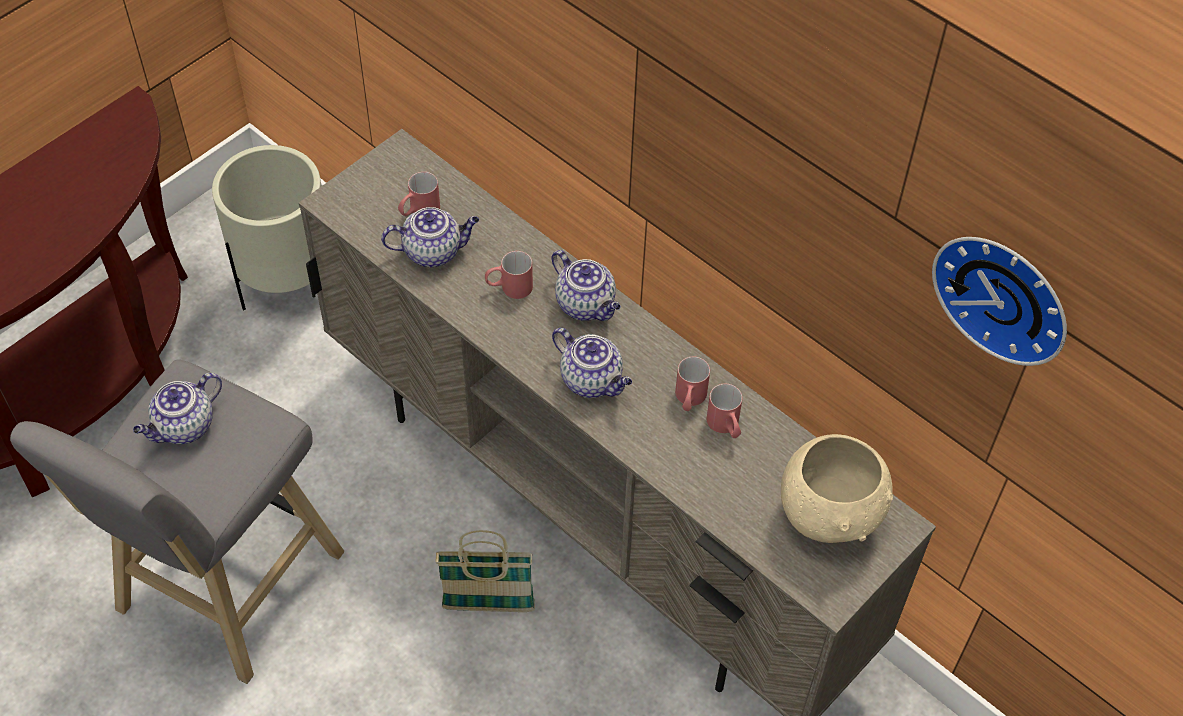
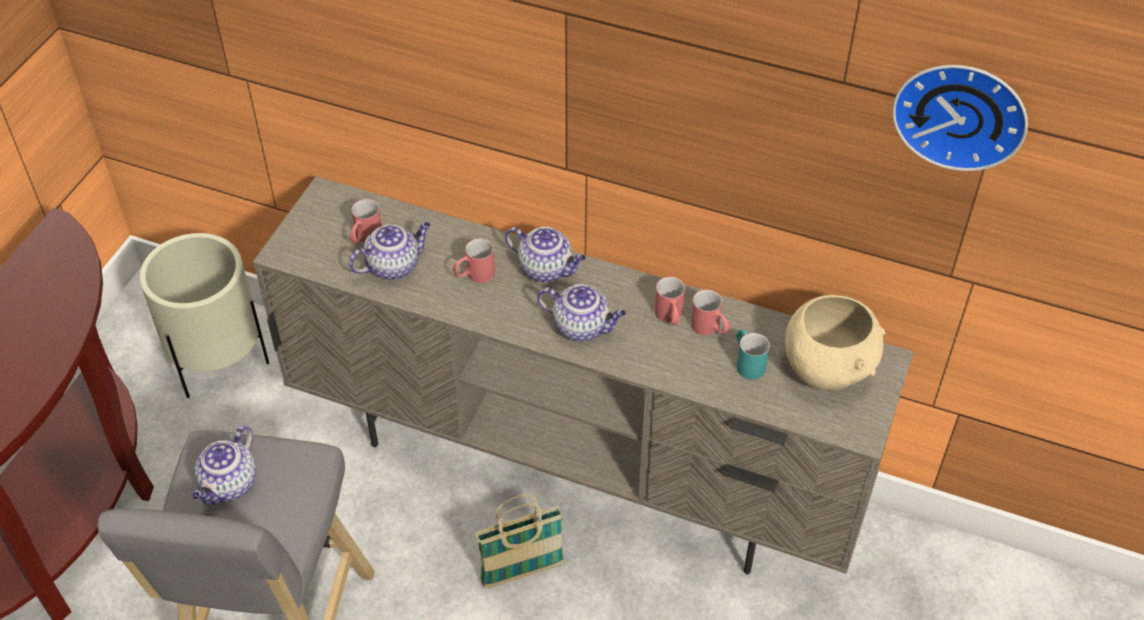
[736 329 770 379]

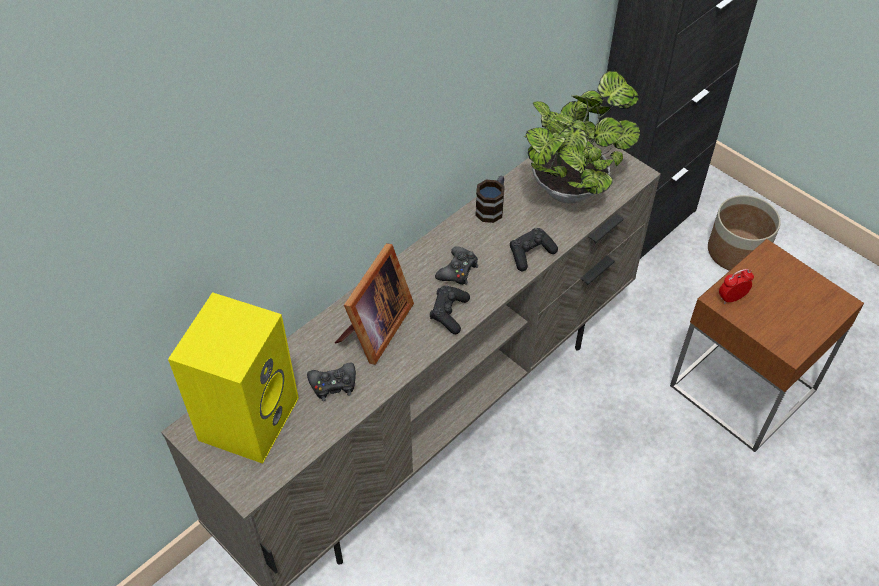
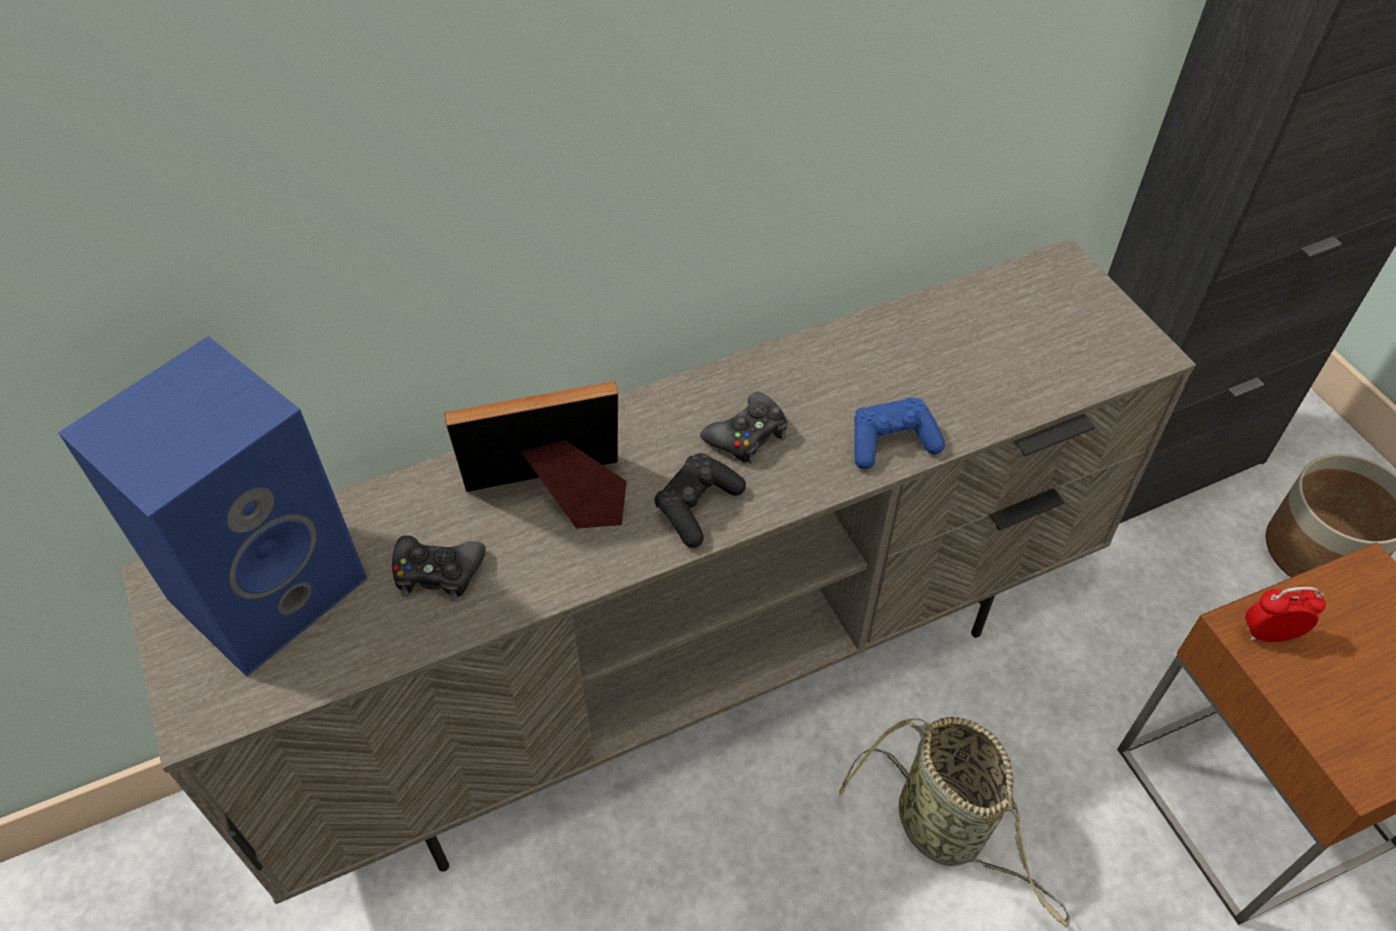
[58 336 368 677]
[444 381 626 529]
[475 176 505 223] (first image)
[854 397 945 469]
[524 71 640 203] (first image)
[839 717 1070 928]

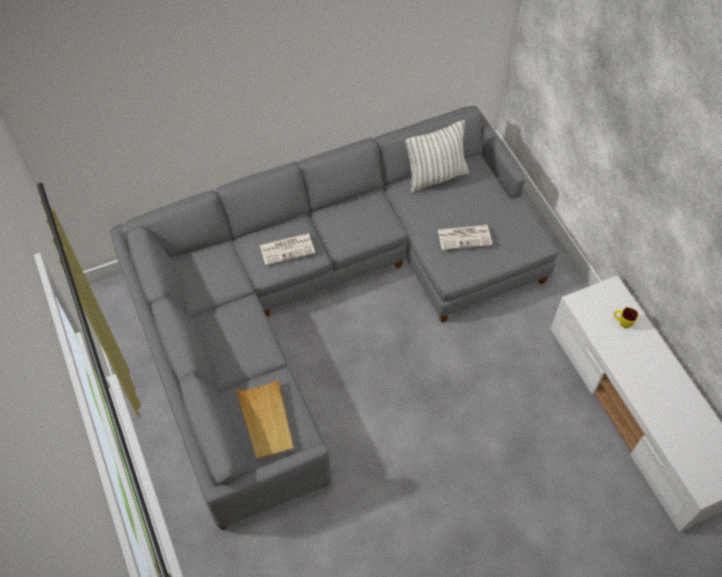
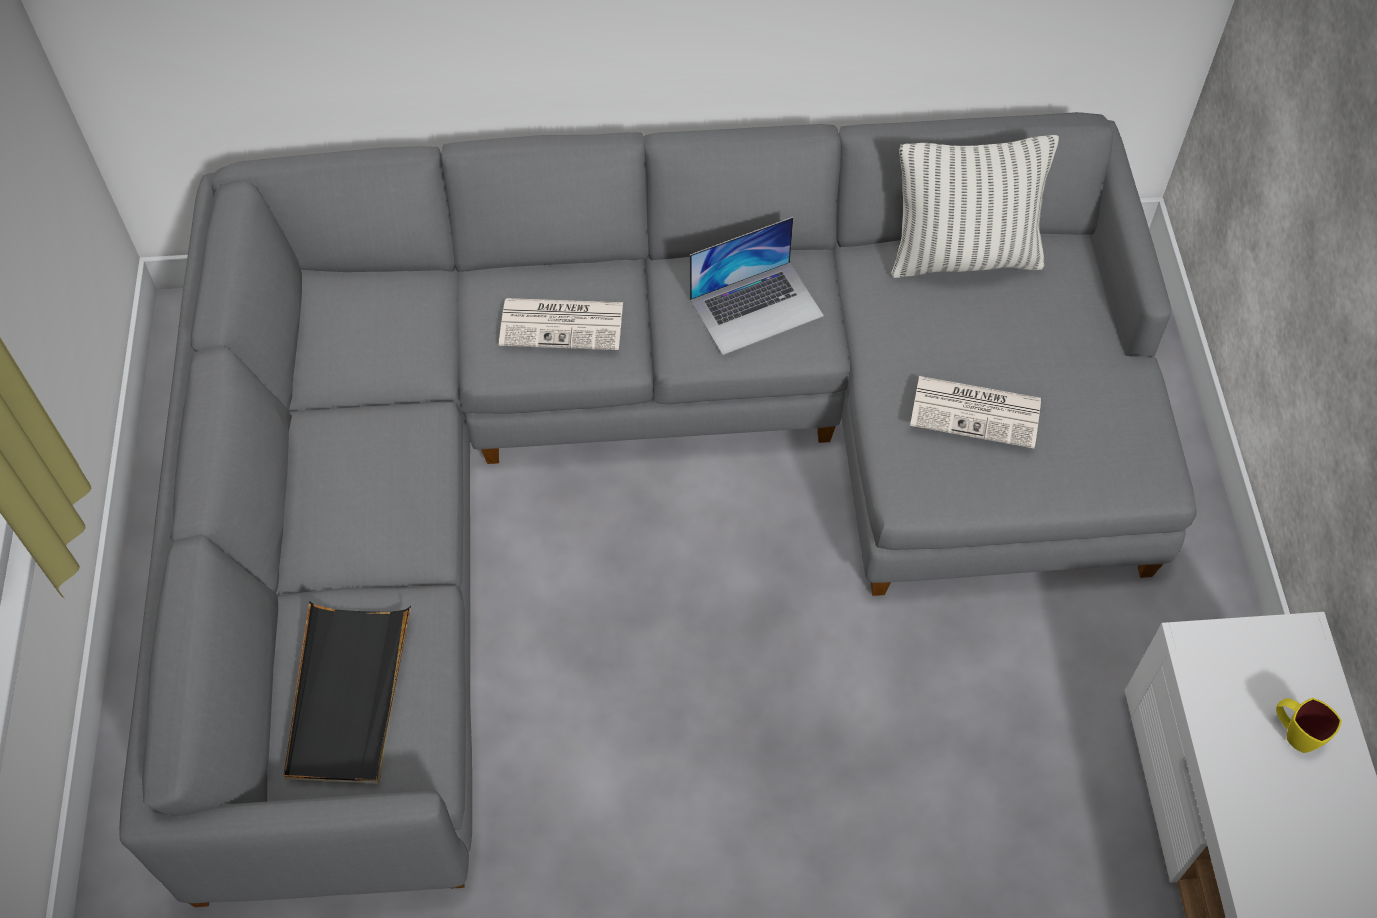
[284 601 411 784]
[690 217 824 355]

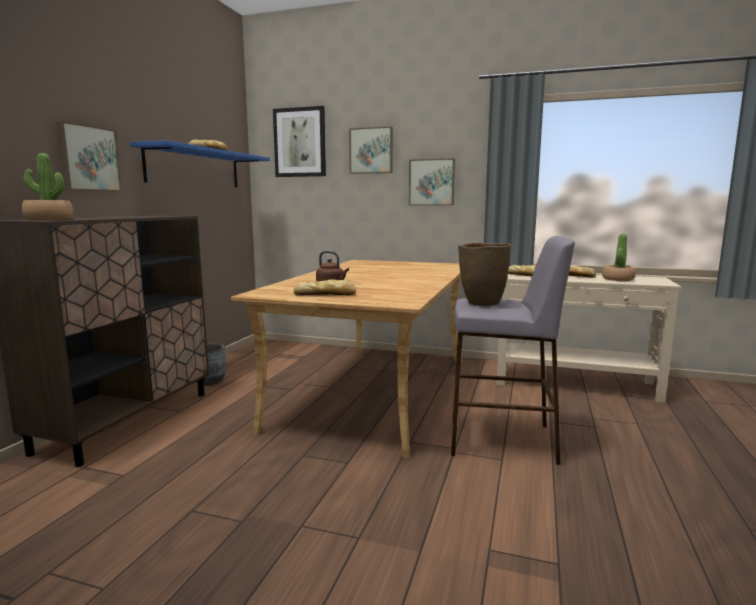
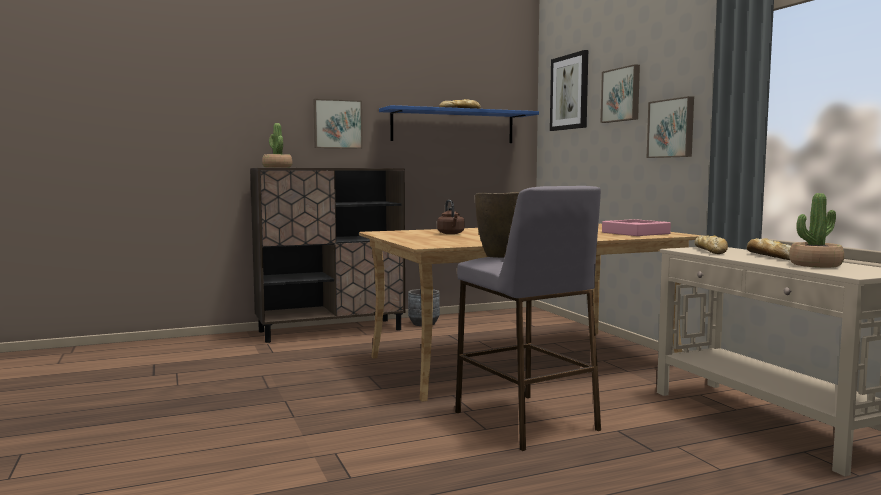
[294 279 356 295] (first image)
[602 219 671 236]

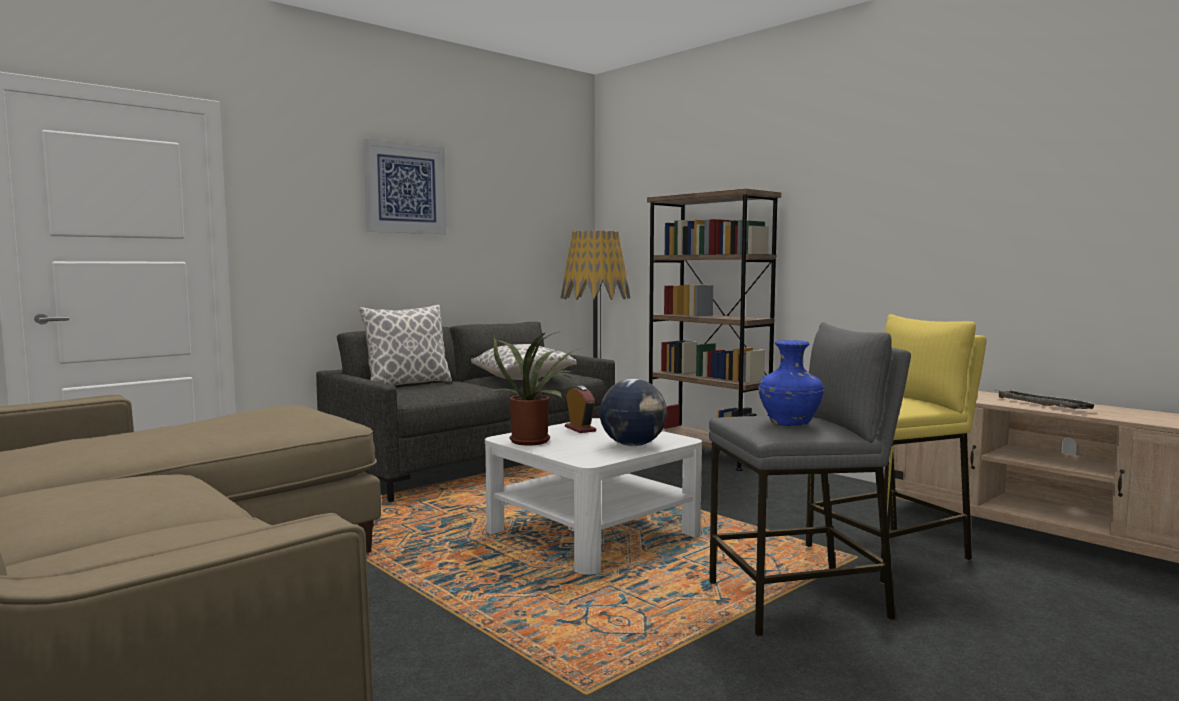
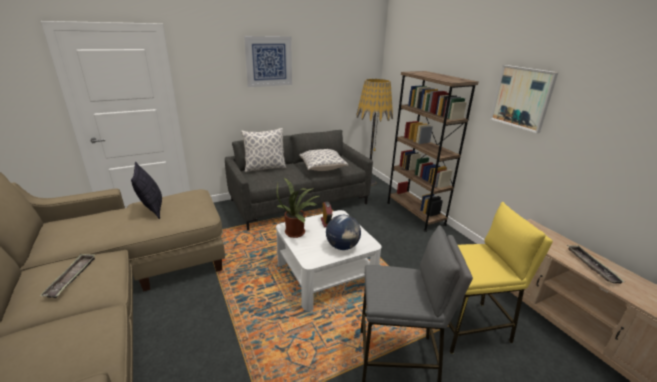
[758 340 824 426] (first image)
[40 254 96 298]
[131 162 162 219]
[490 65 558 133]

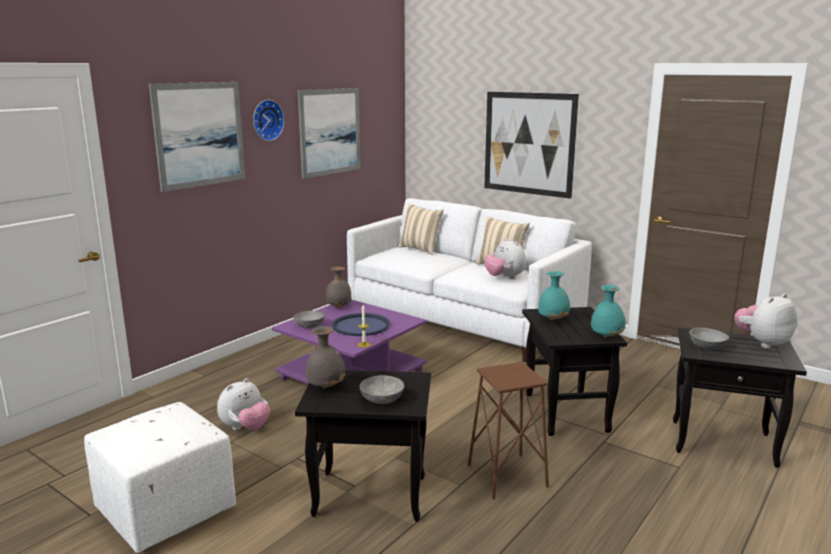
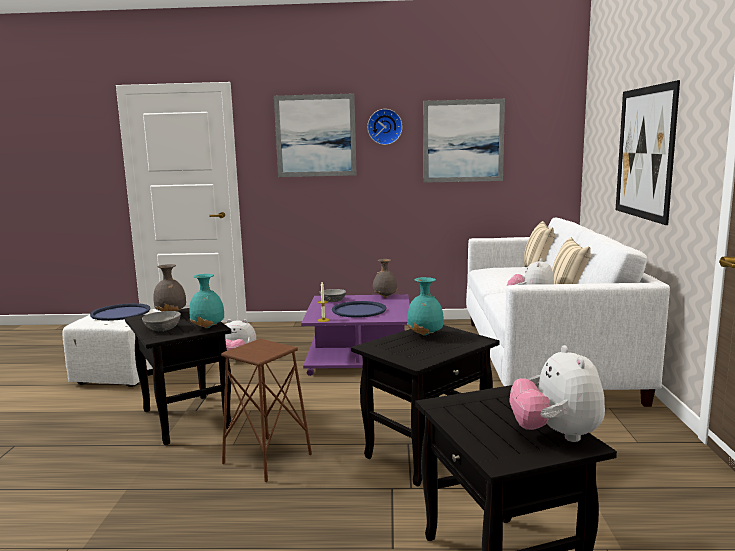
[189 274 224 328]
[690 327 729 350] (first image)
[509 345 605 442]
[90 303 151 321]

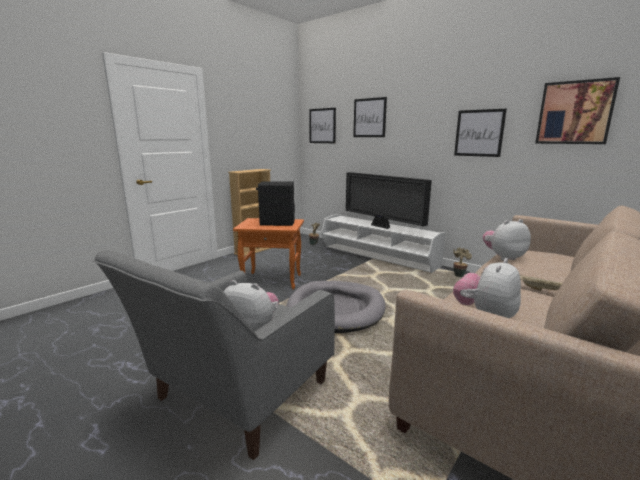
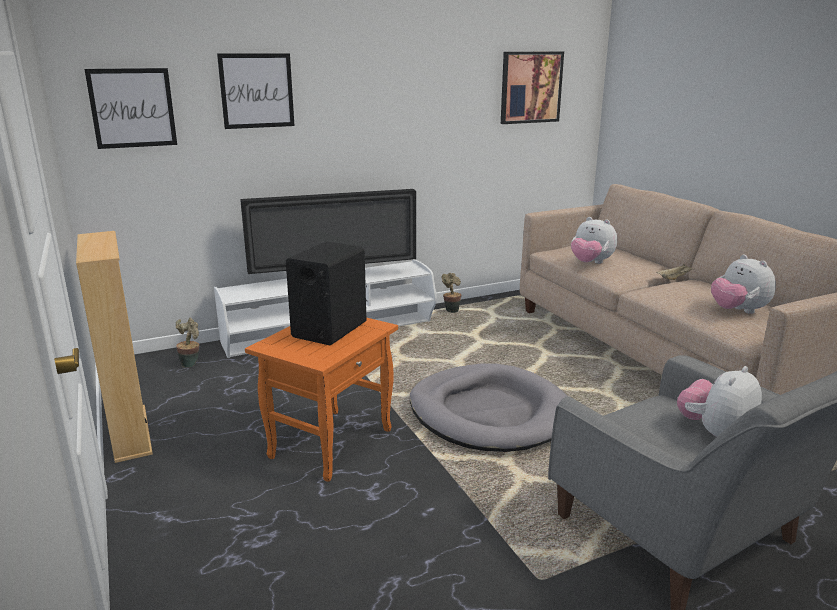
[454 109 507 157] (first image)
[571 217 617 264]

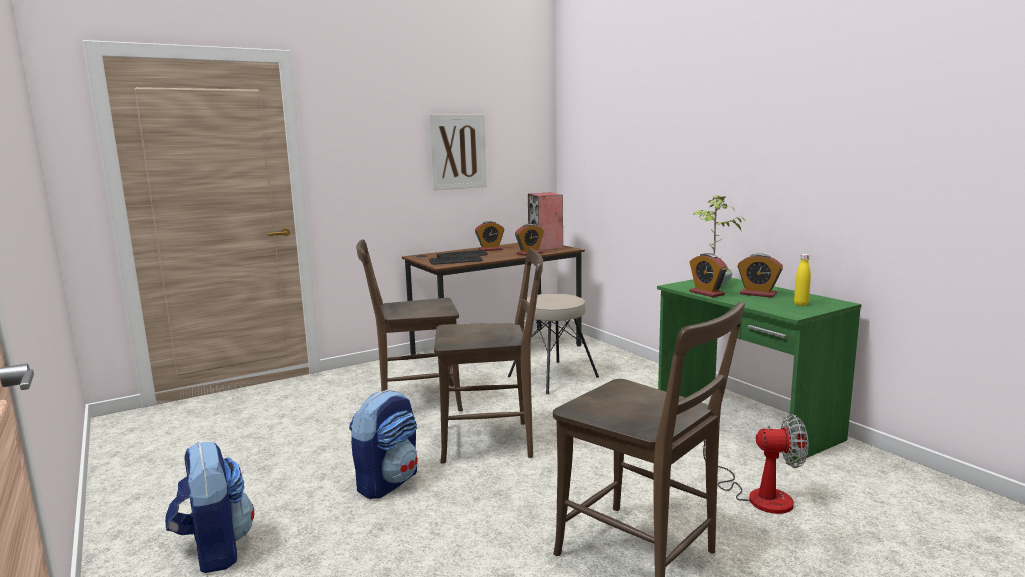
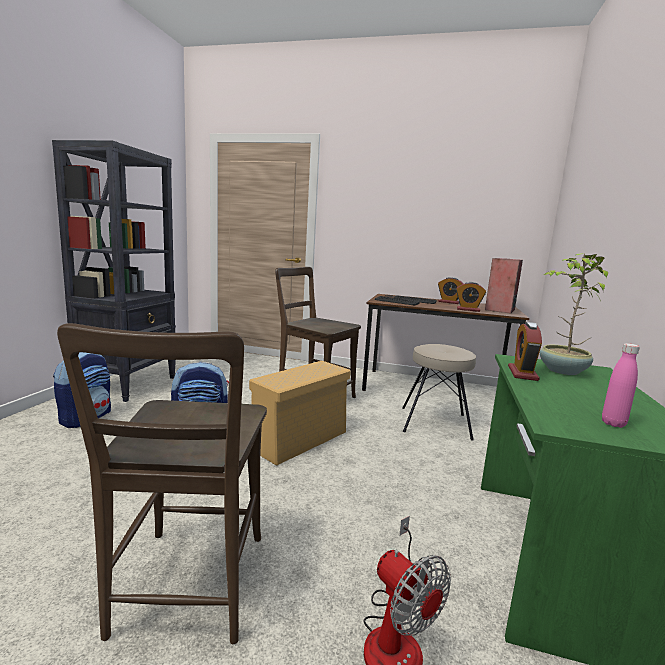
[429 114 487 190] (first image)
[249 361 351 466]
[737 253 783 298] (first image)
[602 343 640 428]
[52 140 176 402]

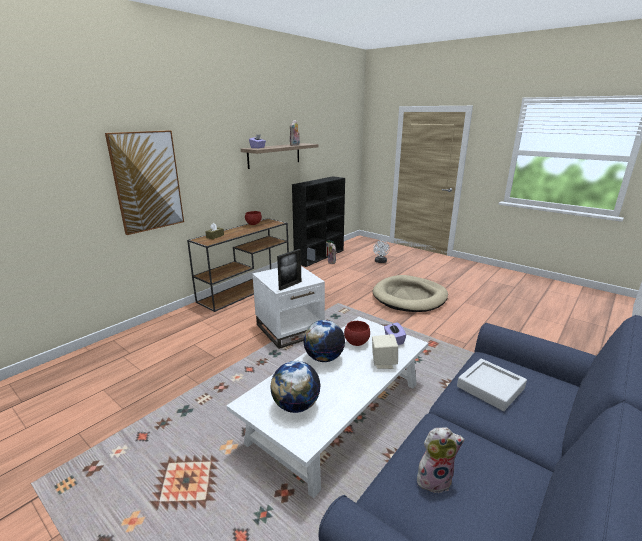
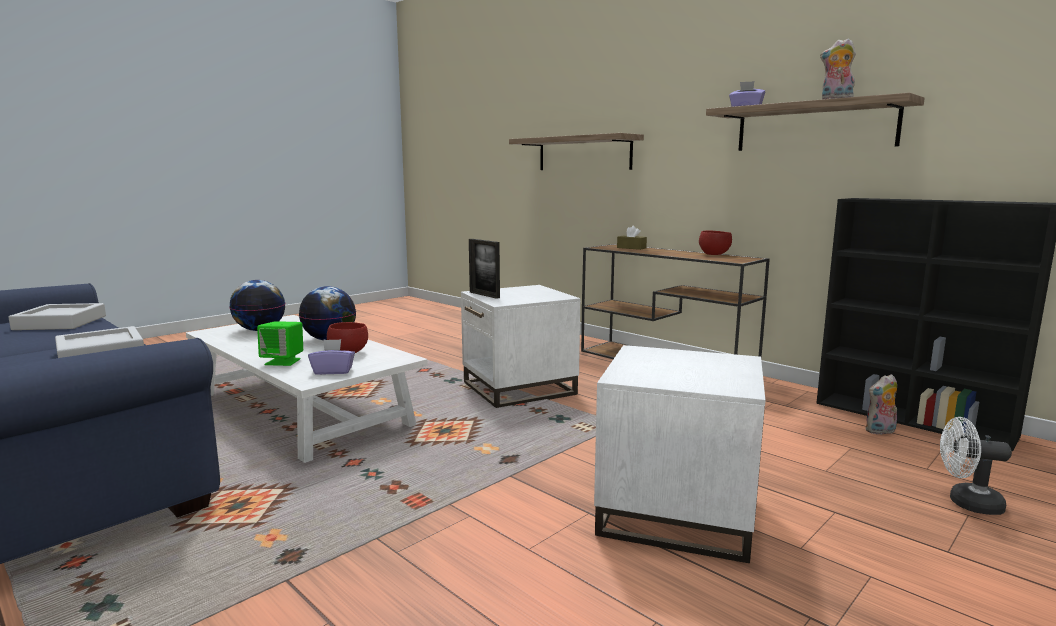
[509 133 644 170]
[257 321 303 366]
[594 345 766 563]
[8 303 106 330]

